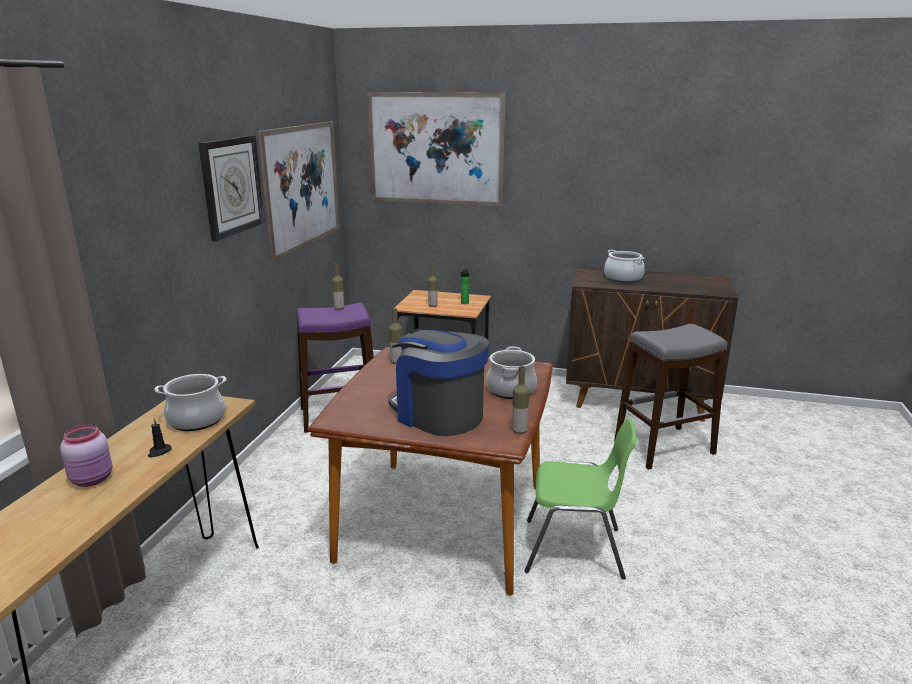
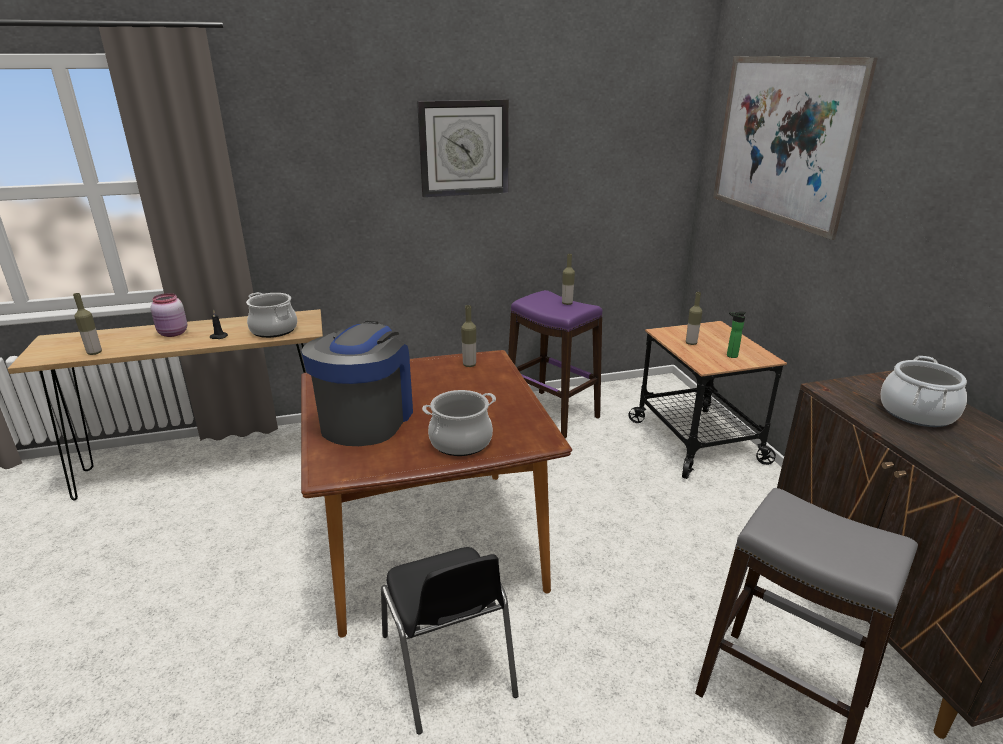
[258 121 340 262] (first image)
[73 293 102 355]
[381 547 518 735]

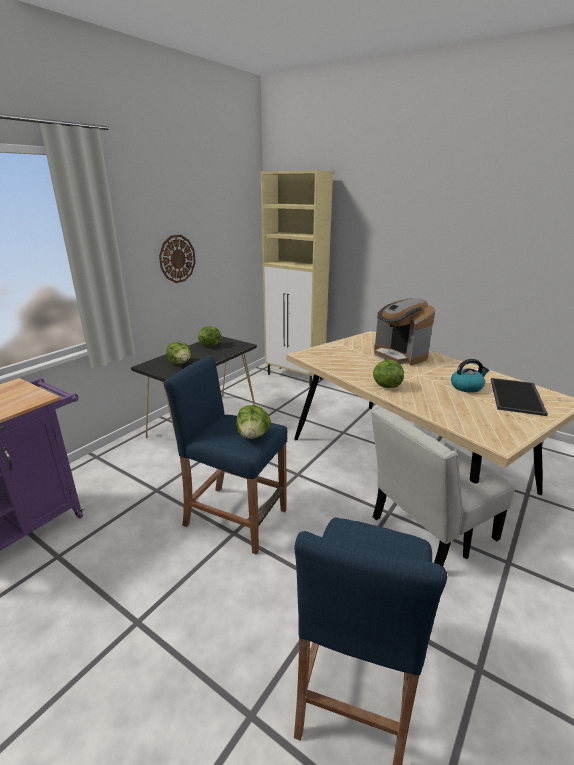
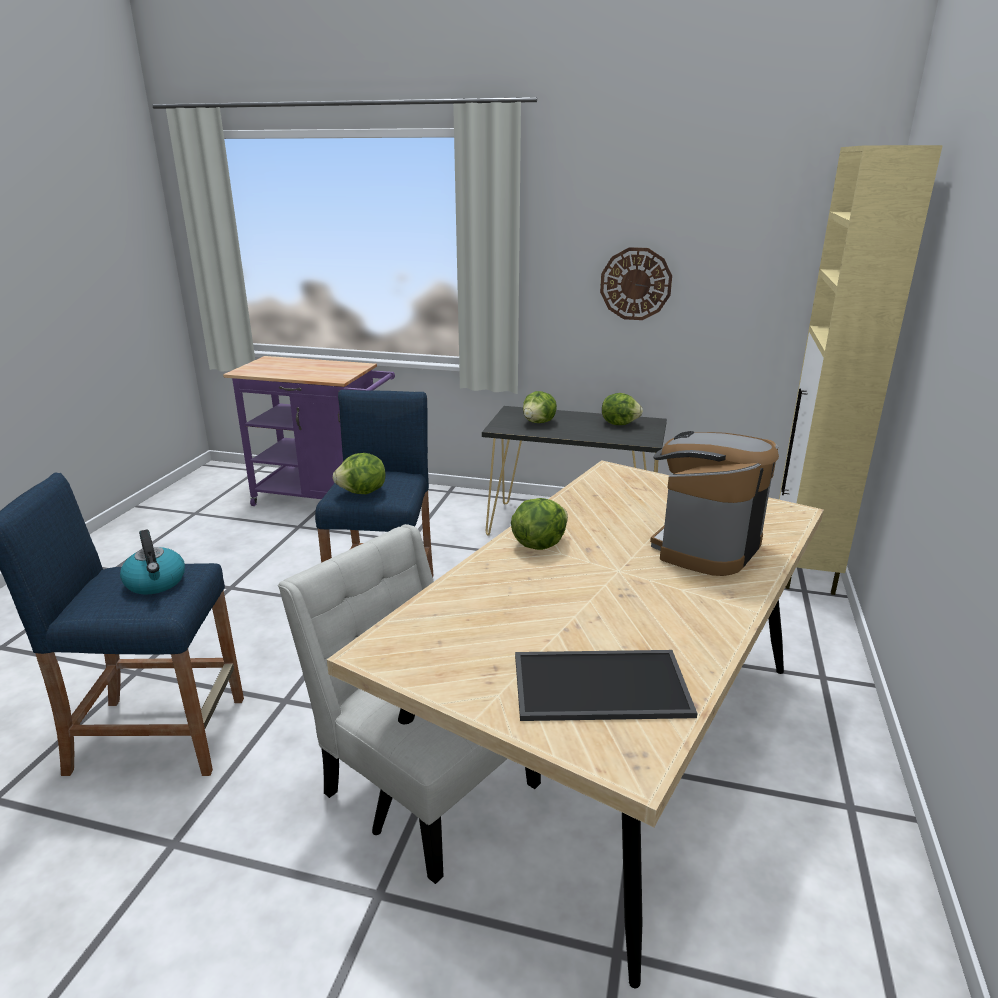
[120 529 185 595]

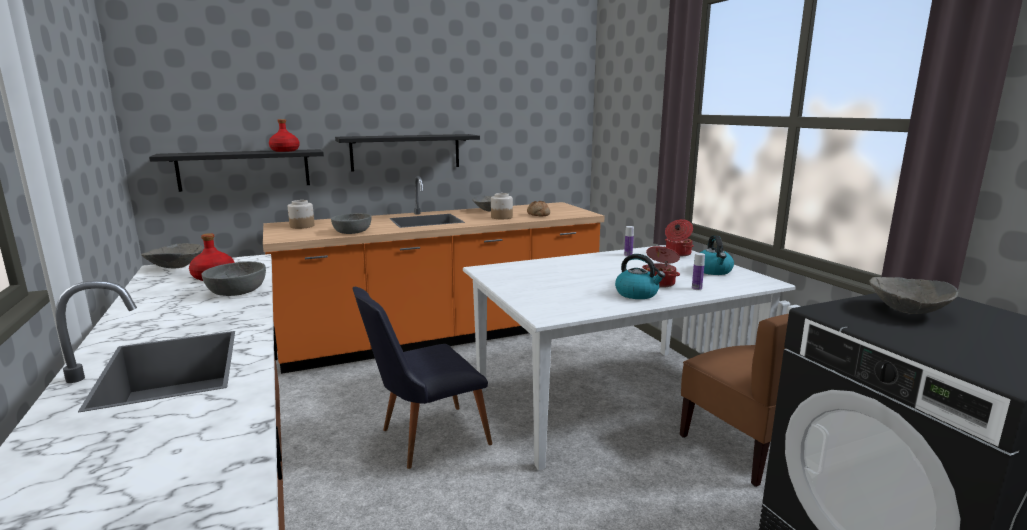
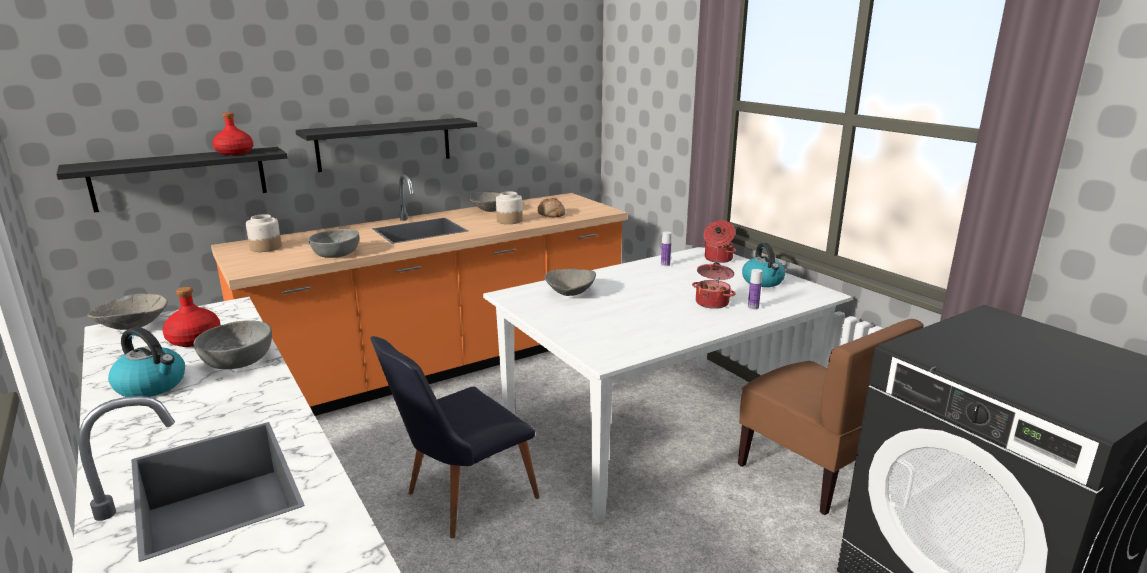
[108 327 185 397]
[544 269 596 296]

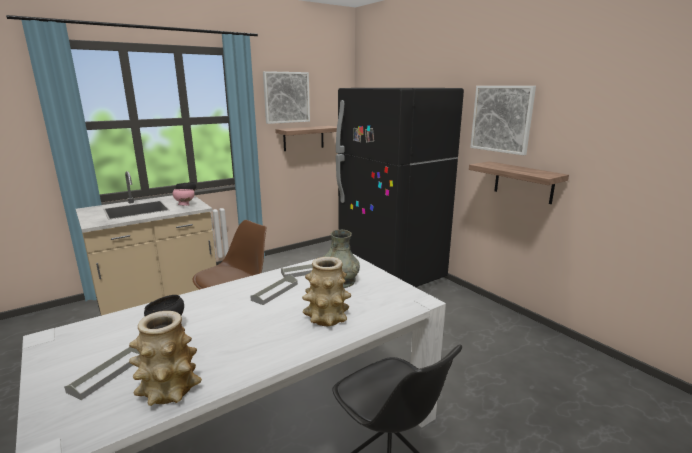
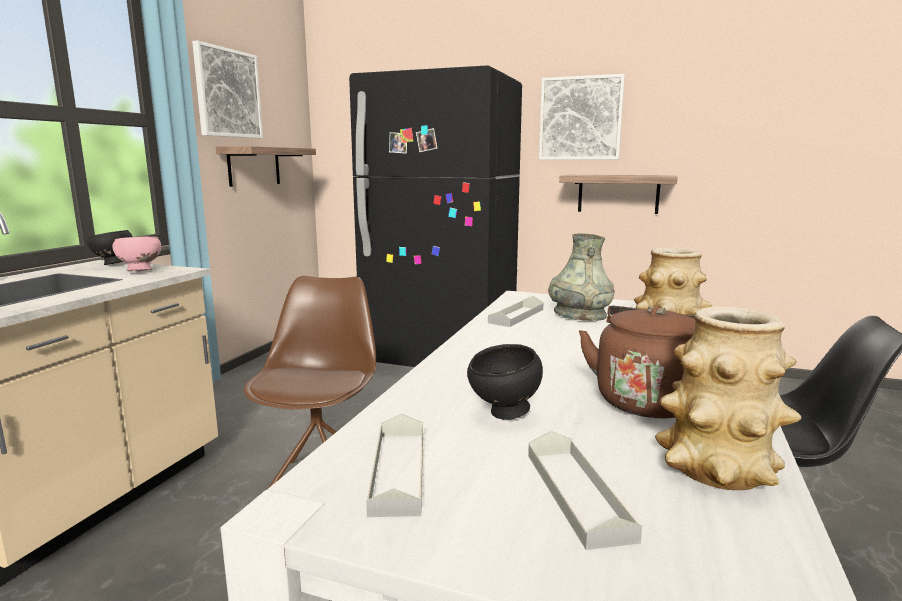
[366 414 423 517]
[579 305 695 418]

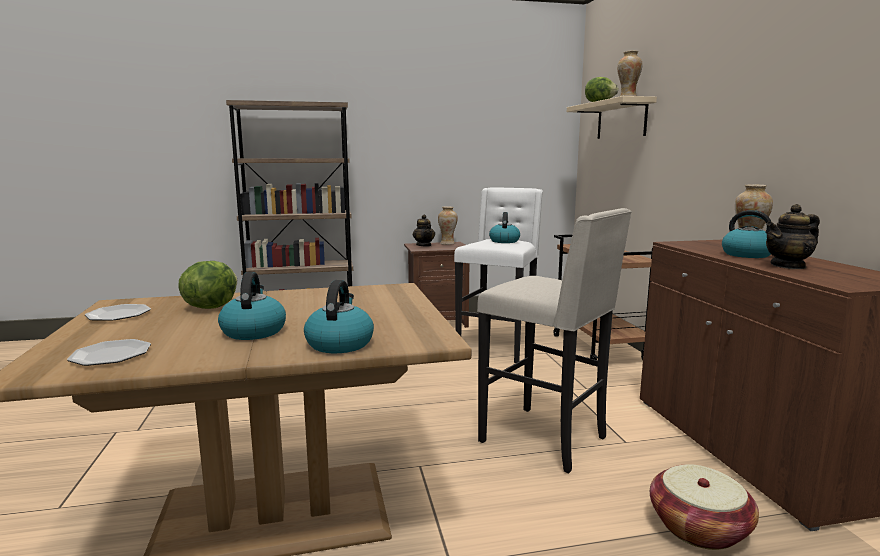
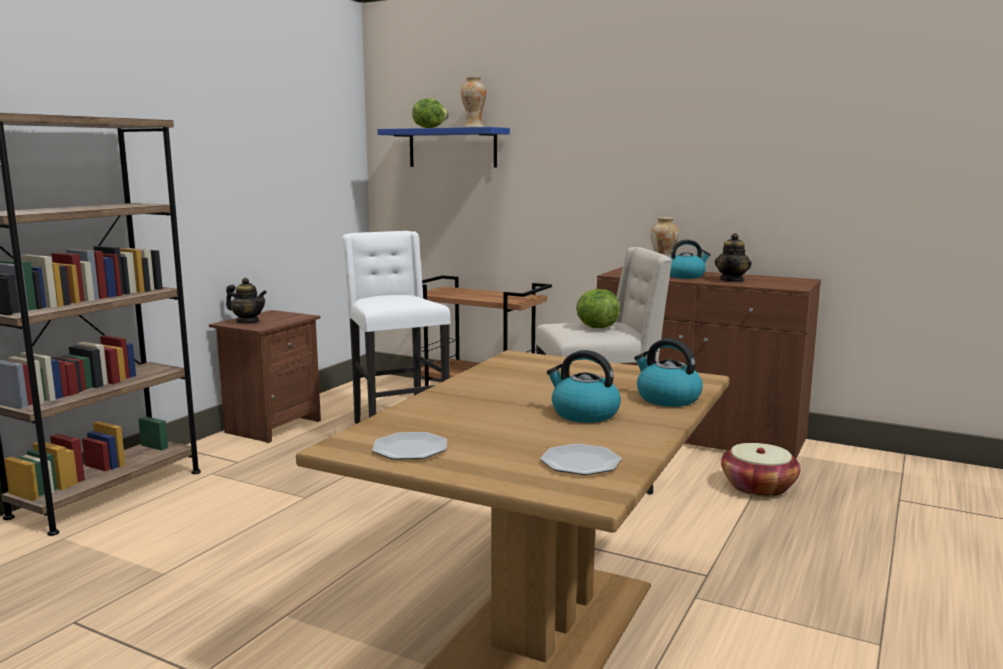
[576 289 620 328]
[438 207 458 245] (first image)
[489 212 520 243] (first image)
[378 127 510 168]

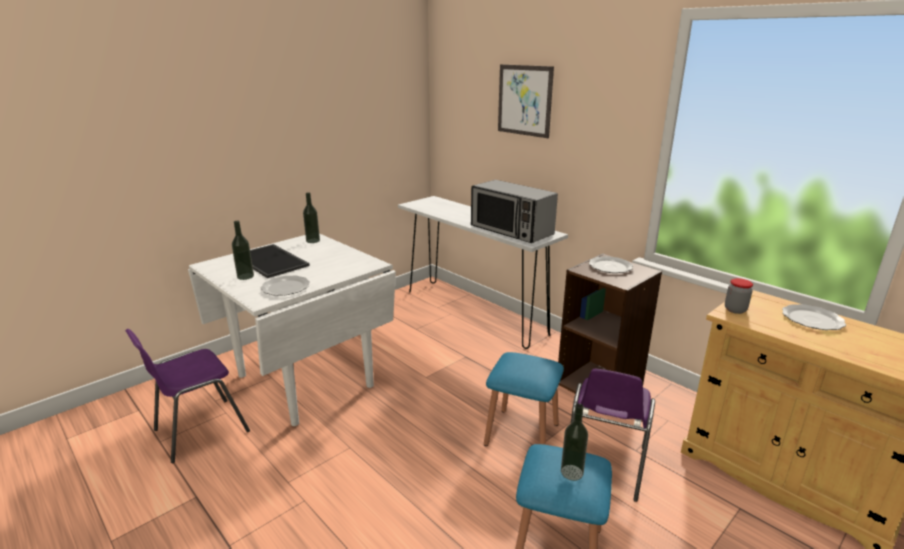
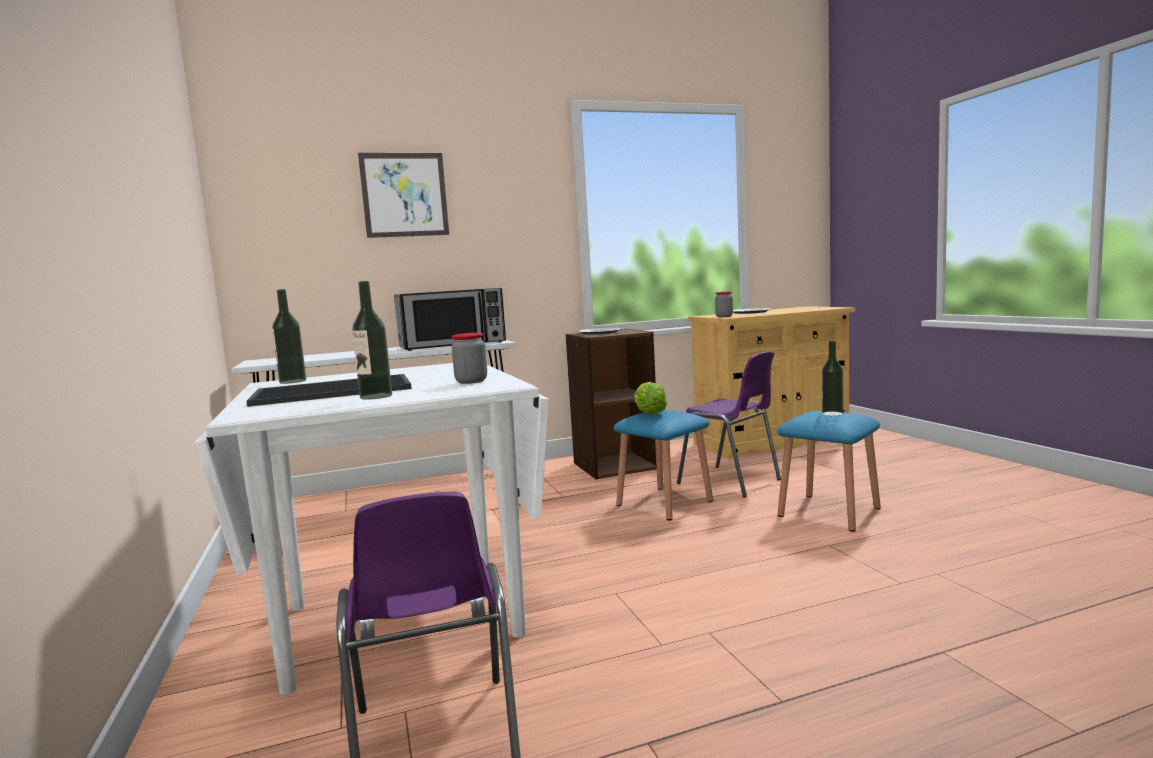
[452 333 487 384]
[634 382 667 414]

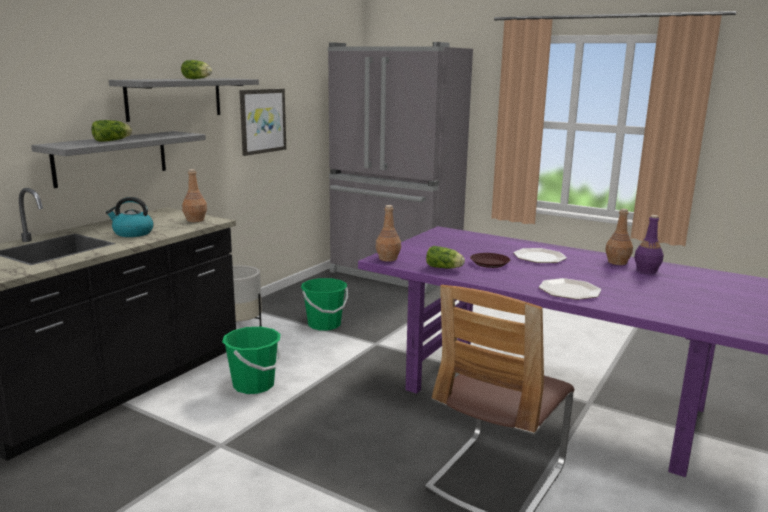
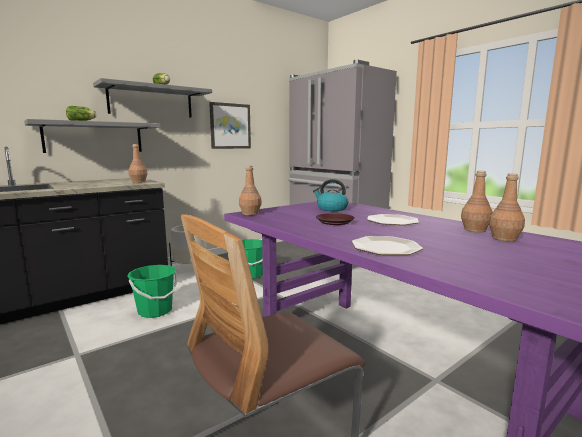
[313 179 348 211]
[426 246 465 269] (first image)
[489 173 525 242]

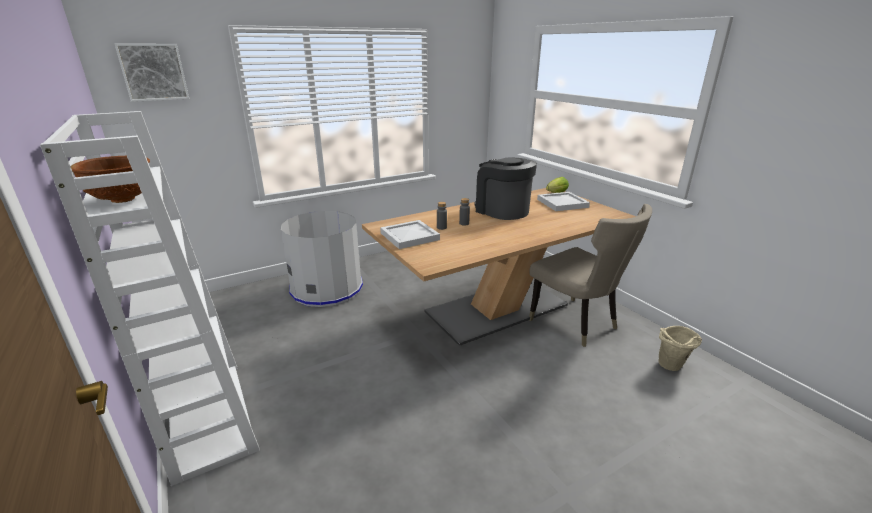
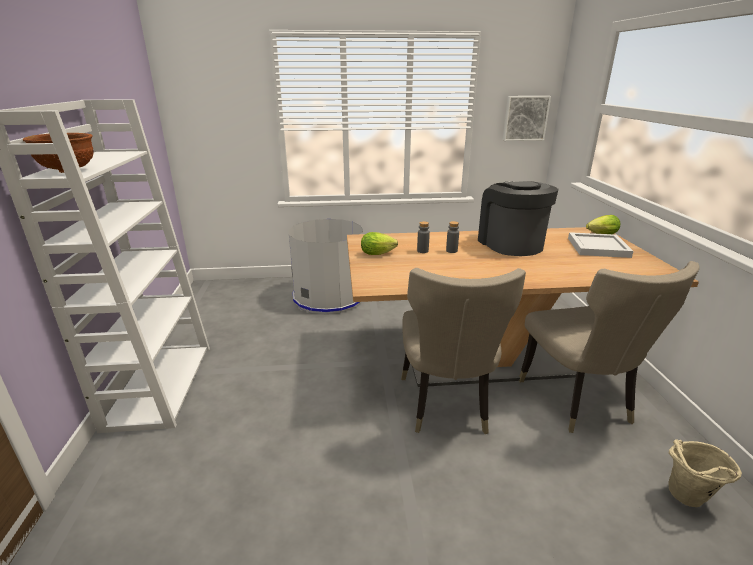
[503 96 551 141]
[361 232 398 255]
[401 268 526 434]

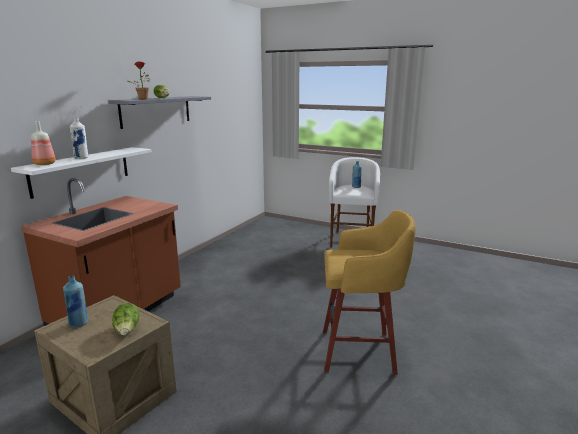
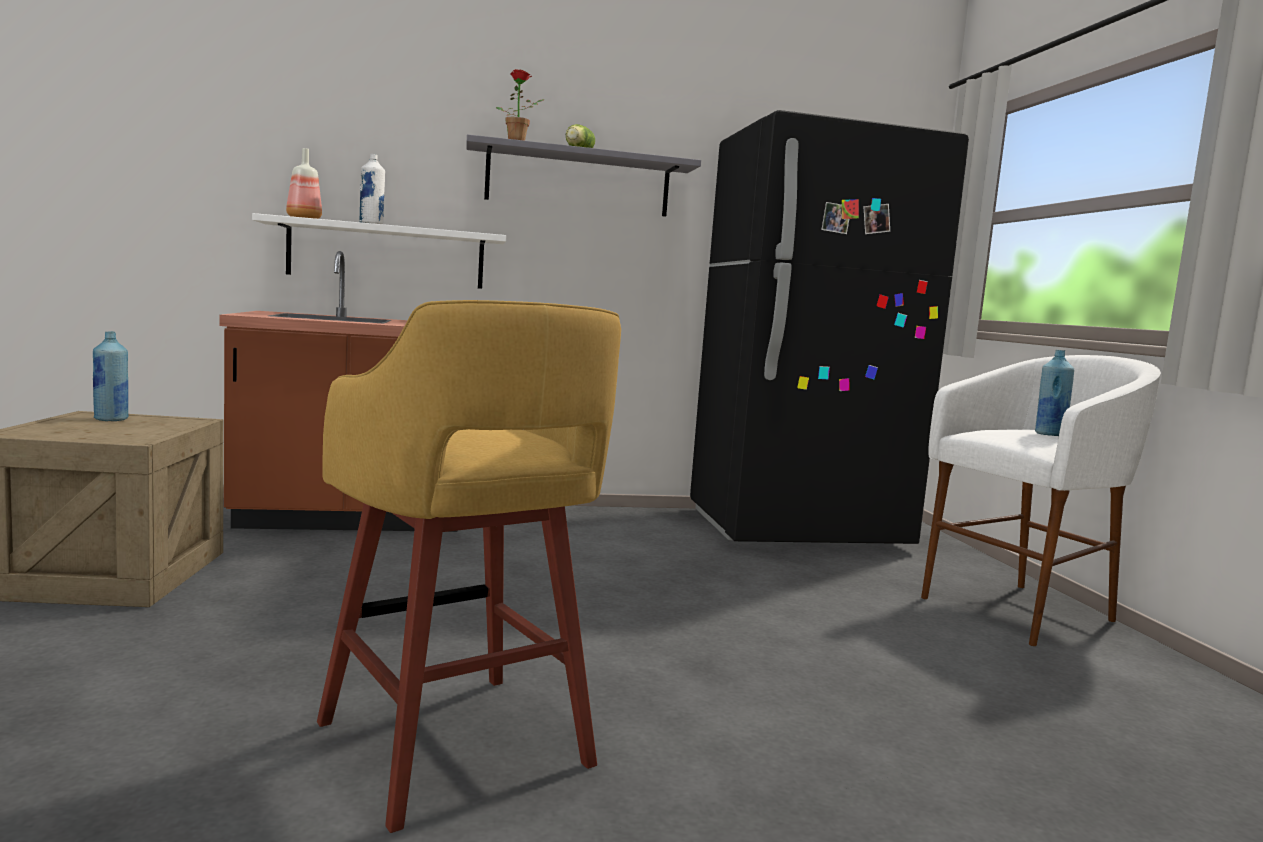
[113 303 139 335] (first image)
[690 110 969 544]

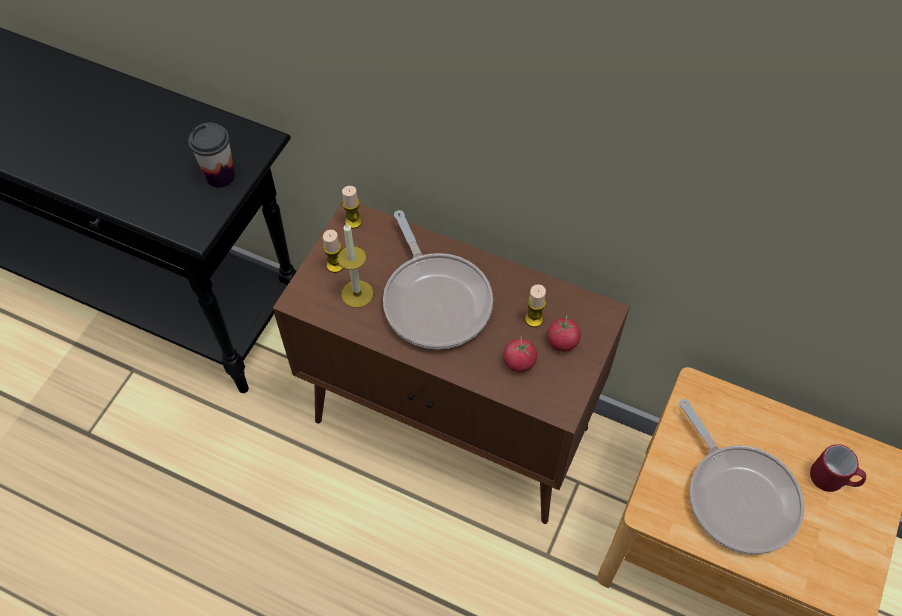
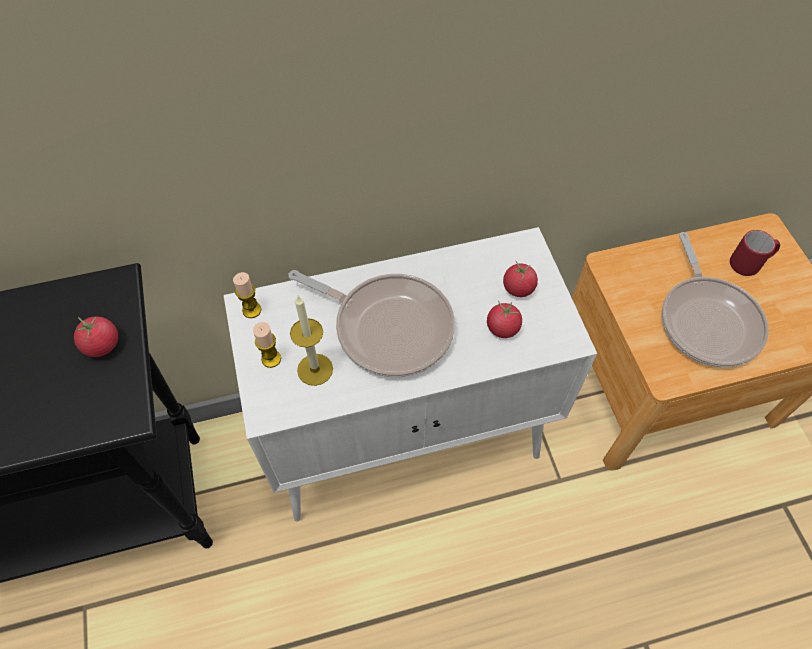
[74 316 118 357]
[224 227 597 522]
[525 284 546 327] (first image)
[662 232 769 367]

